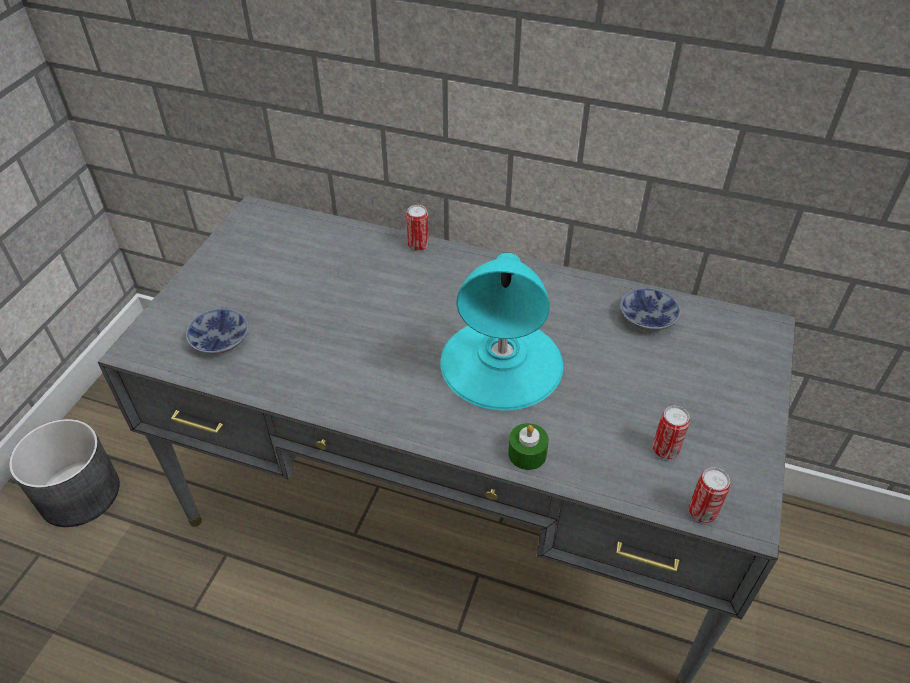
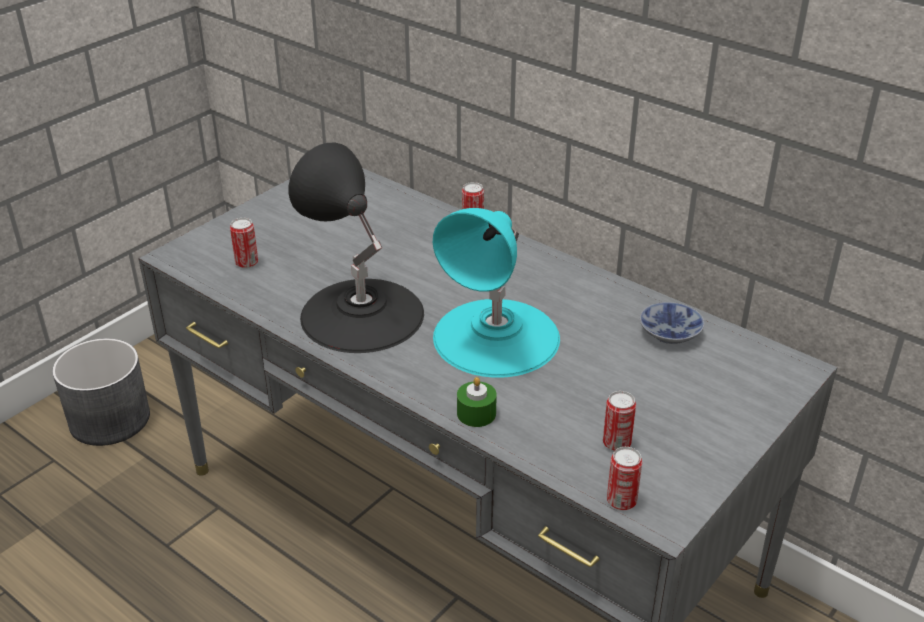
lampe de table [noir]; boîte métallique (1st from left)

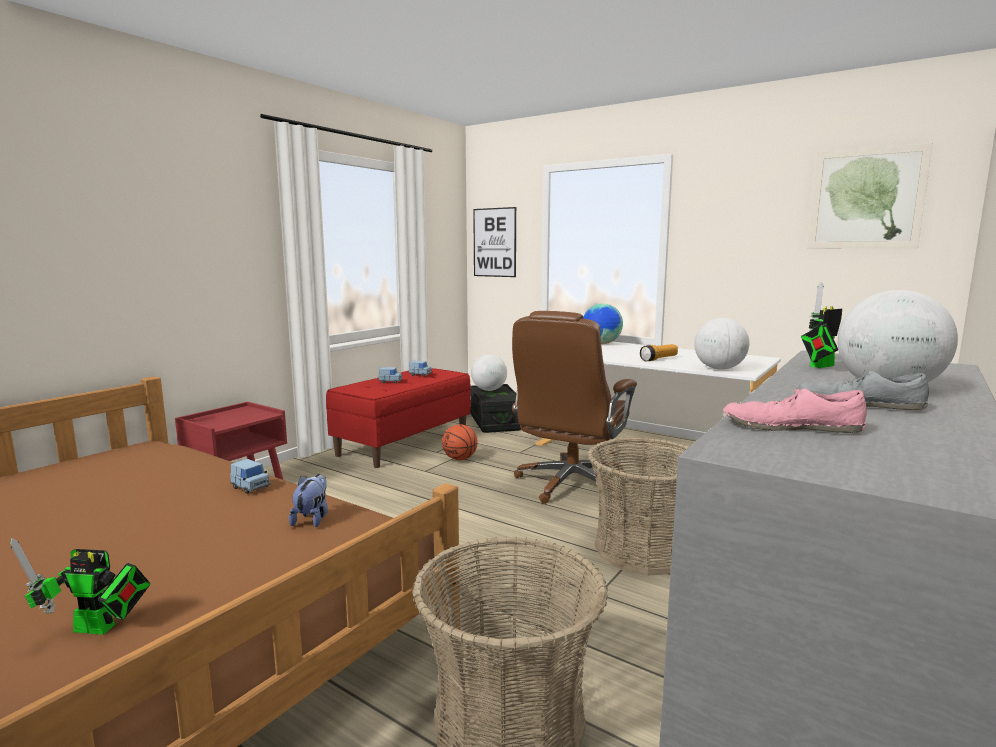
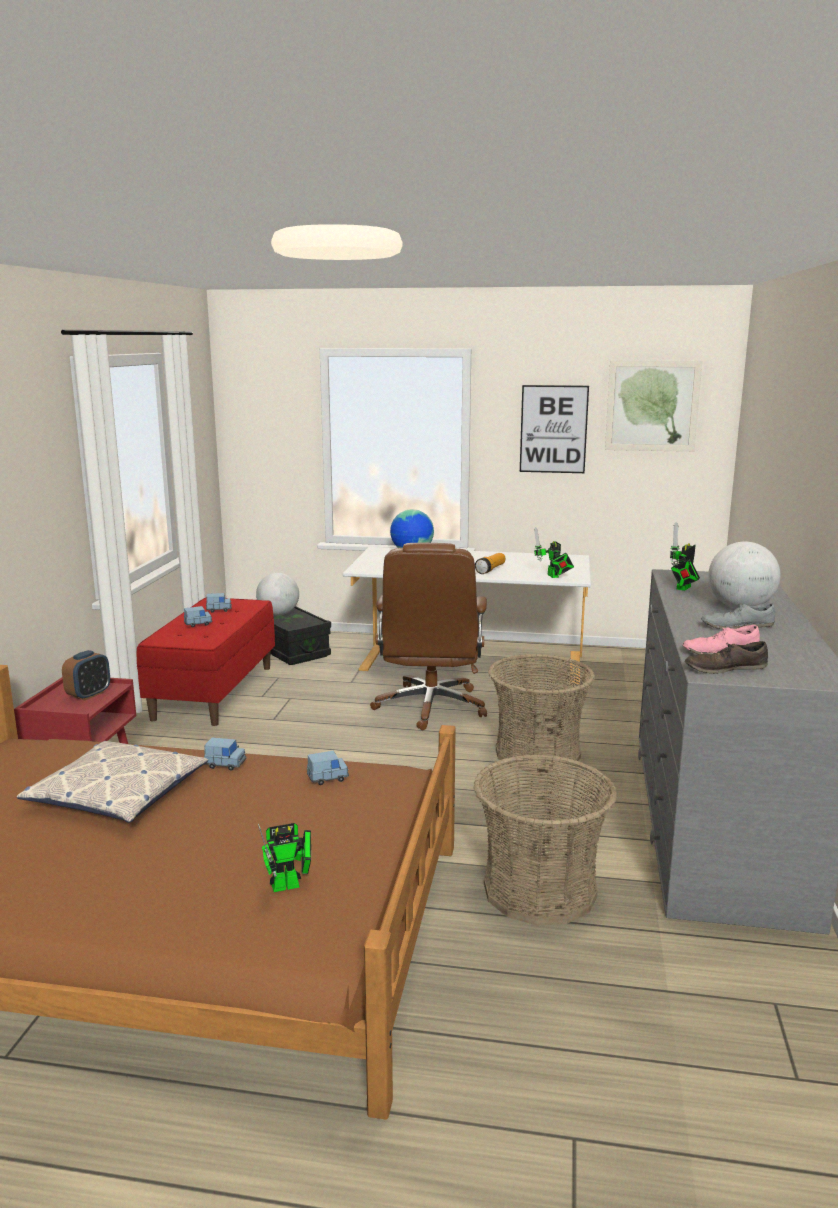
ballon de basket; coussin; réveil; chaussure [marron]; tableau (1st from left); petite voiture [bleu] (4th from left); robot jouet (2nd from left)

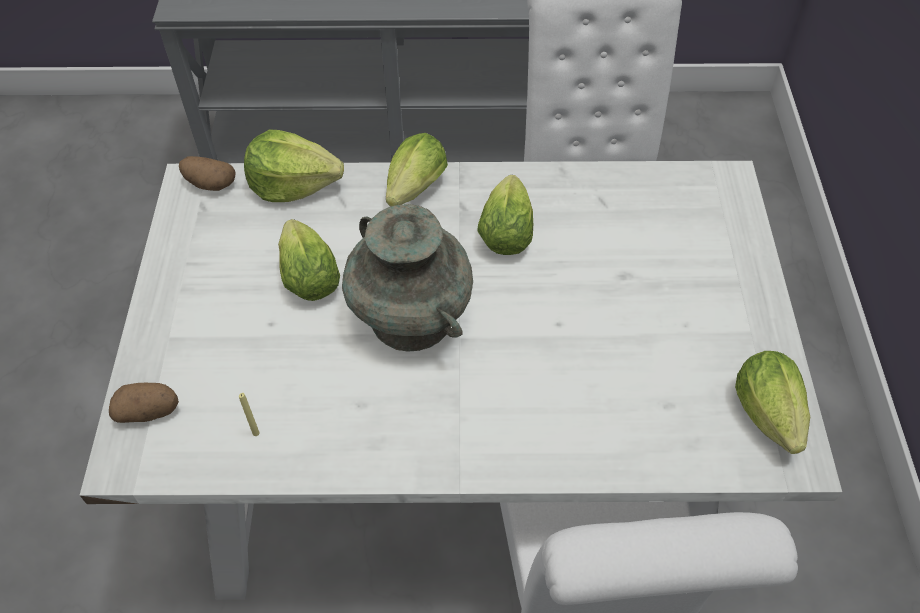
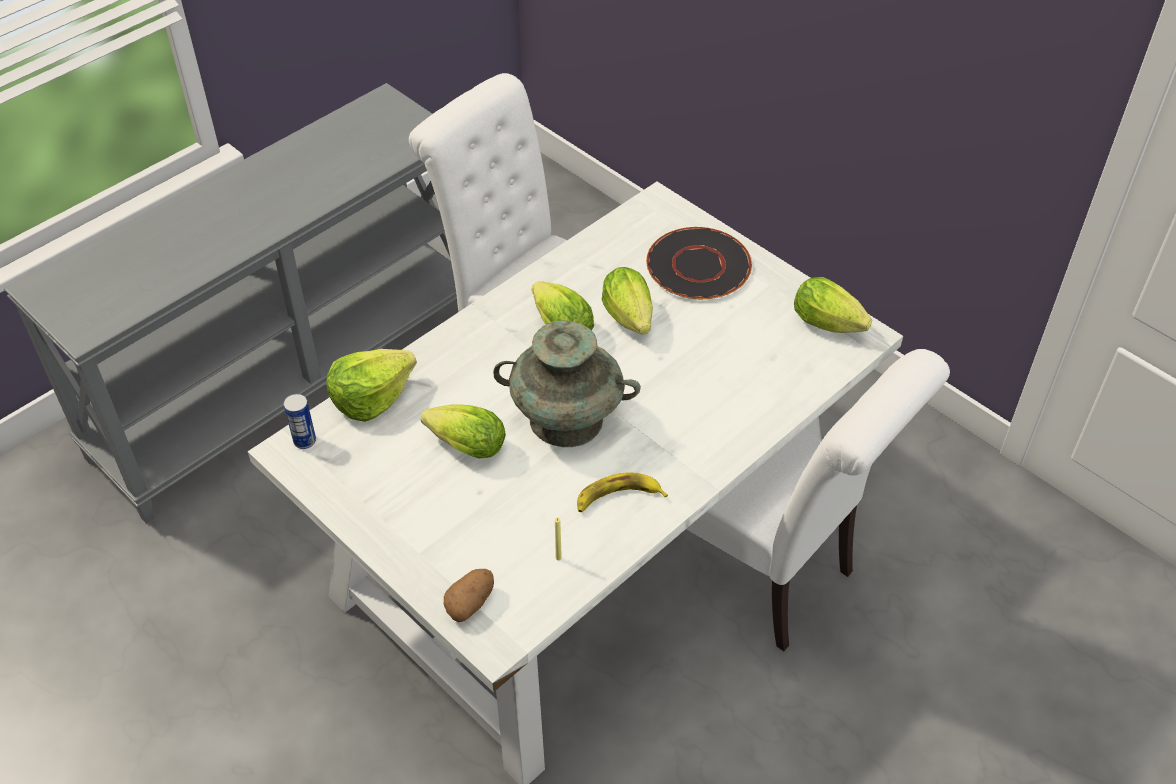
banane; assiette [noir]; laitue (4th from left); boîte métallique

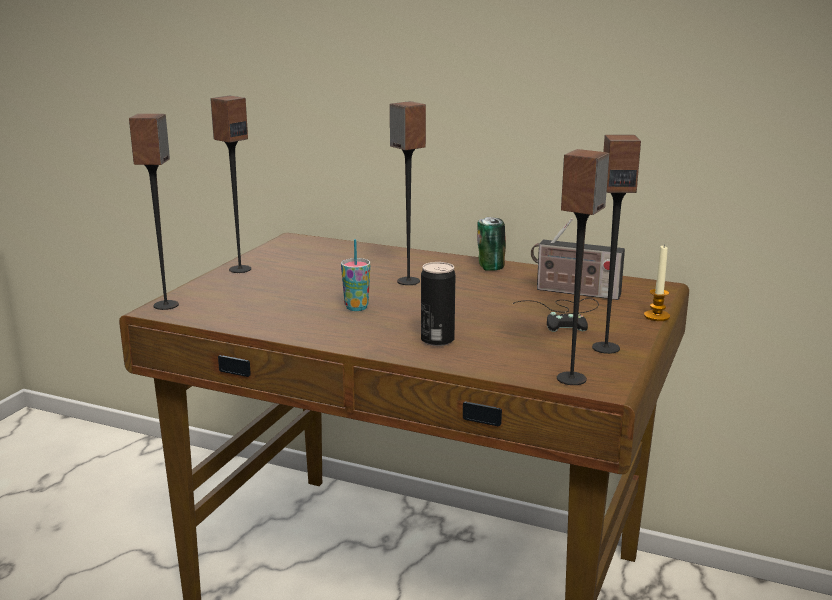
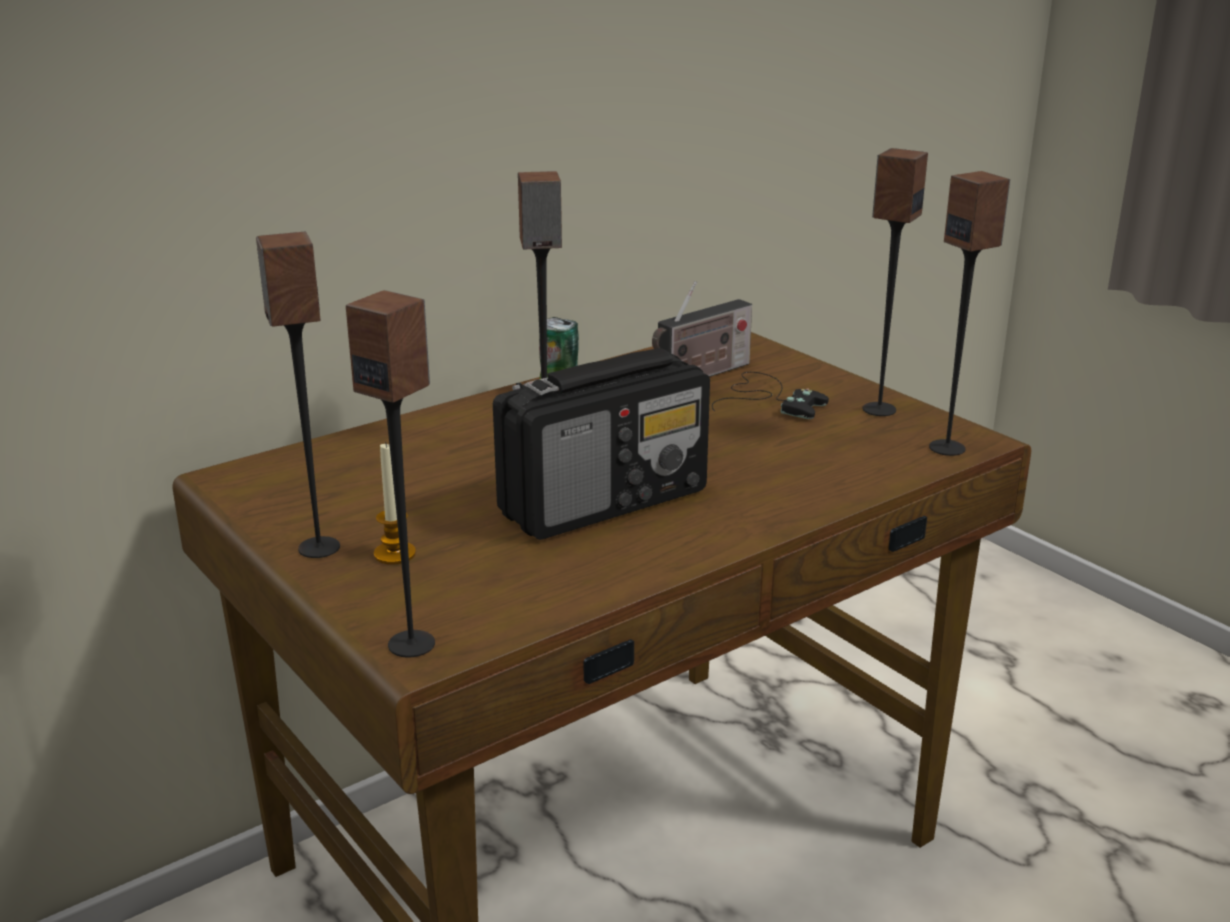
boîte métallique (1st from left in the first image); bougie; radio (1st from left)

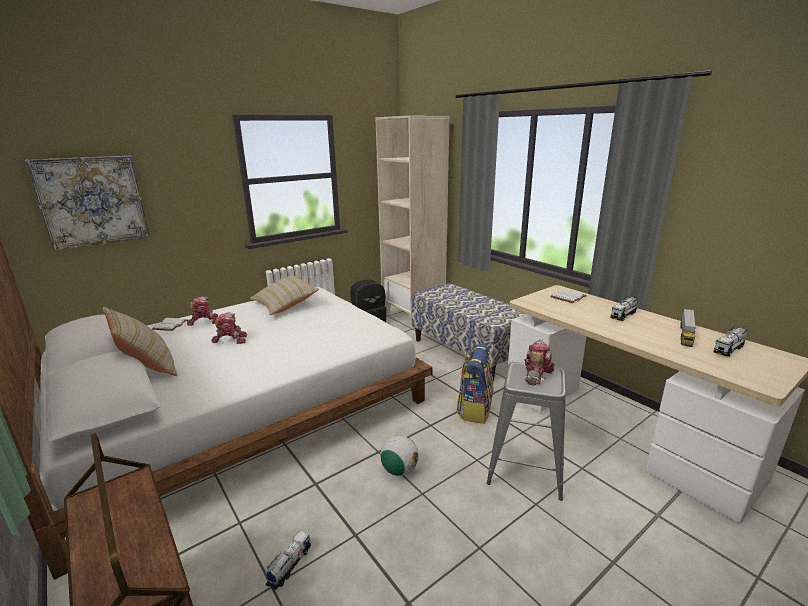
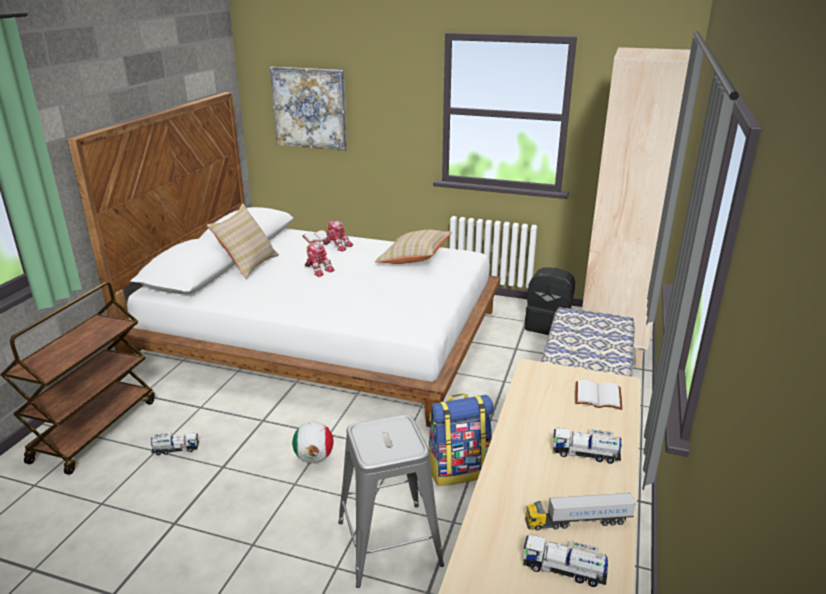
robot jouet (3rd from left in the first image)

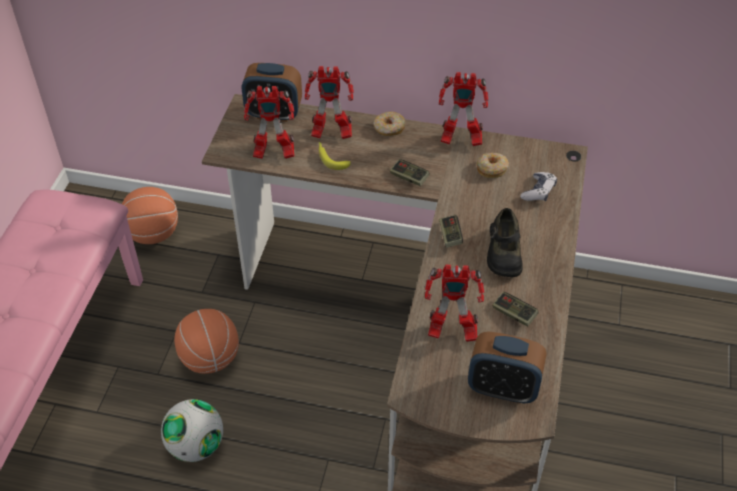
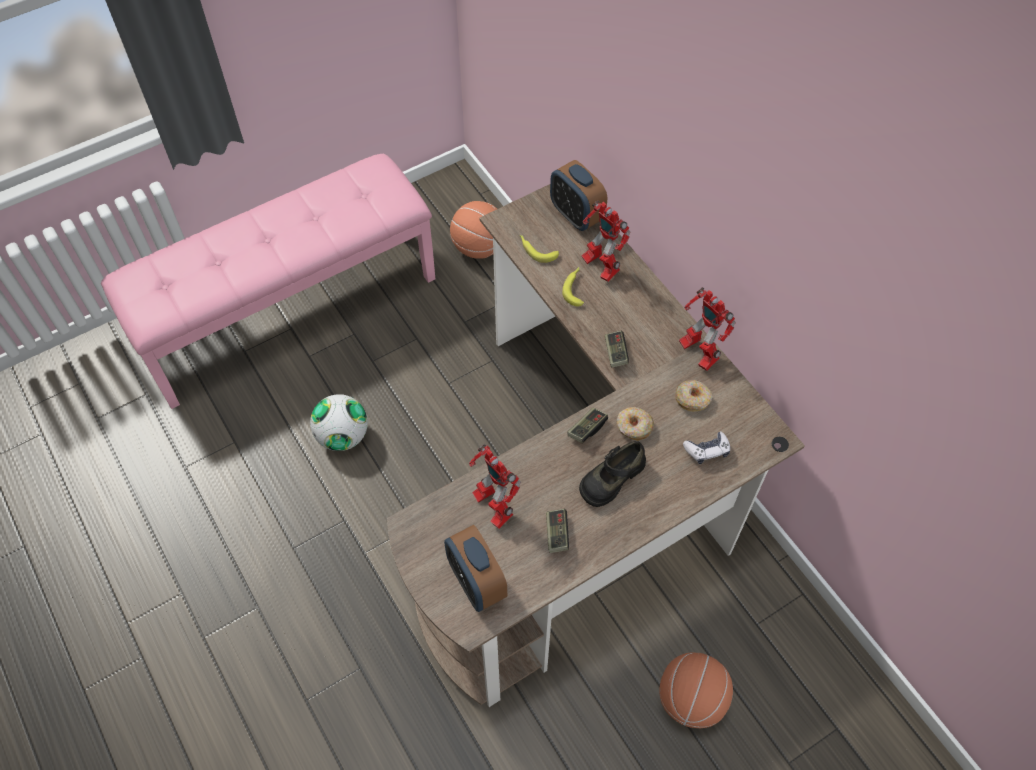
ballon de basket (2nd from left); beignet (1st from left); banane (1st from left)

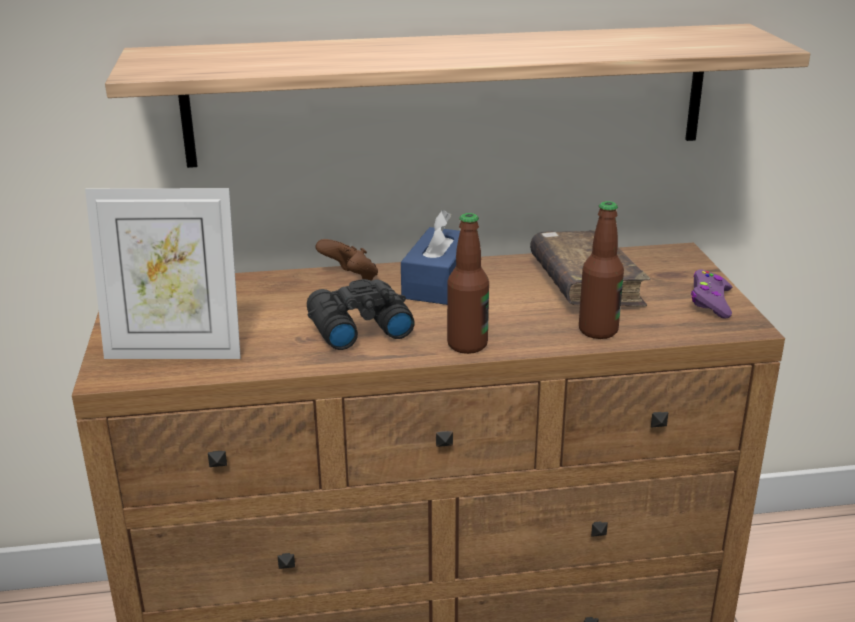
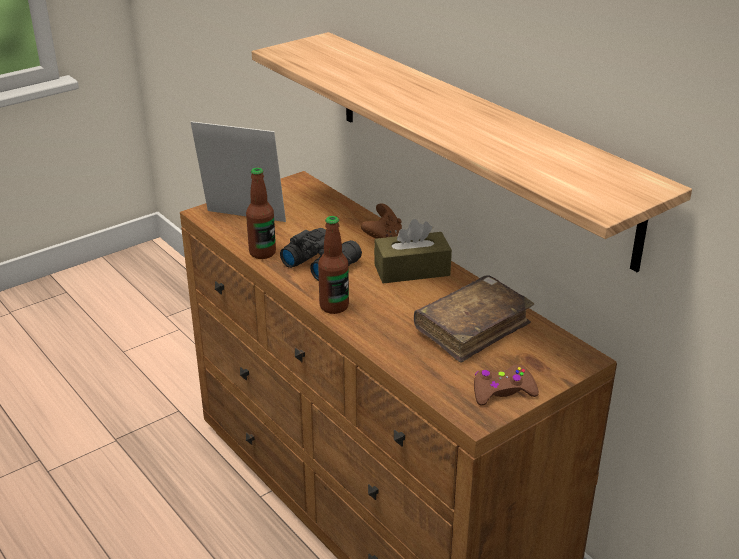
bouteille (1st from left); boîte à mouchoirs [marron]; manette [marron] (2nd from left); cadre photo

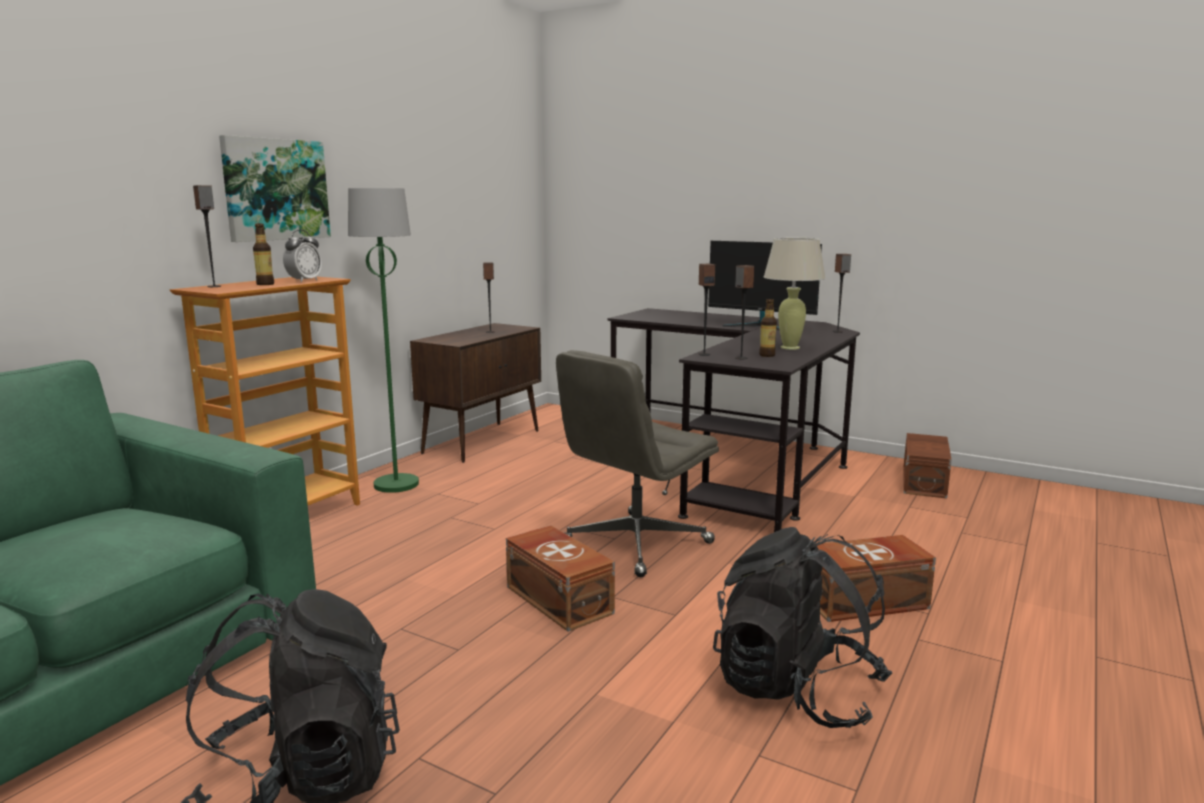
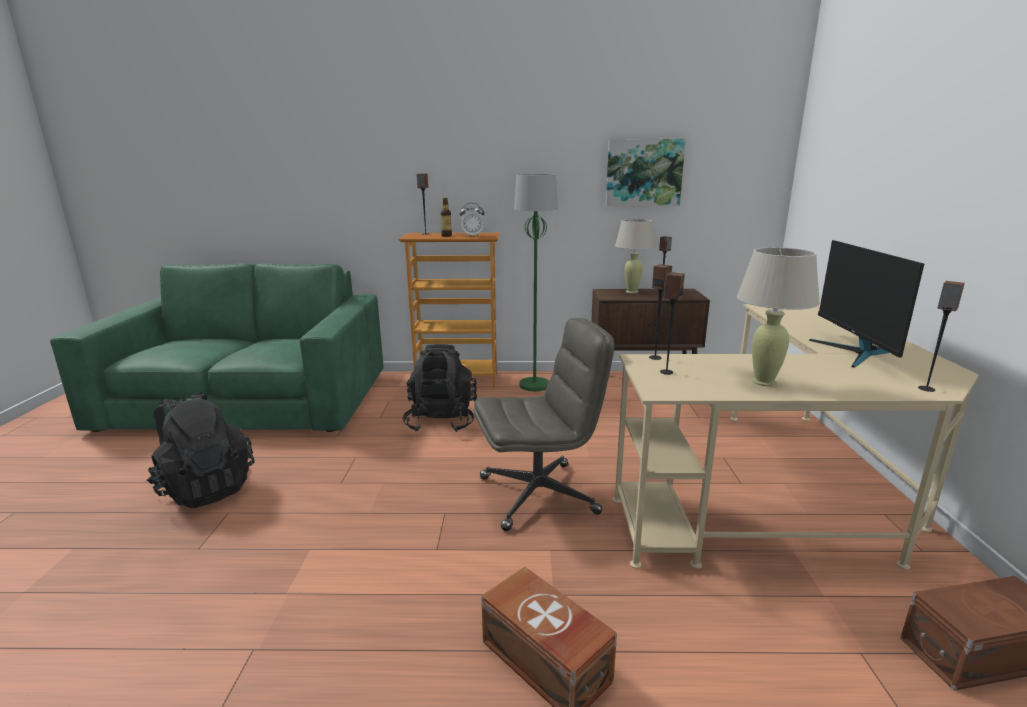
boîte de rangement [marron] (1st from left in the first image); bouteille (2nd from left in the first image); lampe de table [beige] (1st from left); tableau; sac à dos [noir] (2nd from left); bureau [beige]; chaise de bureau [gris]

